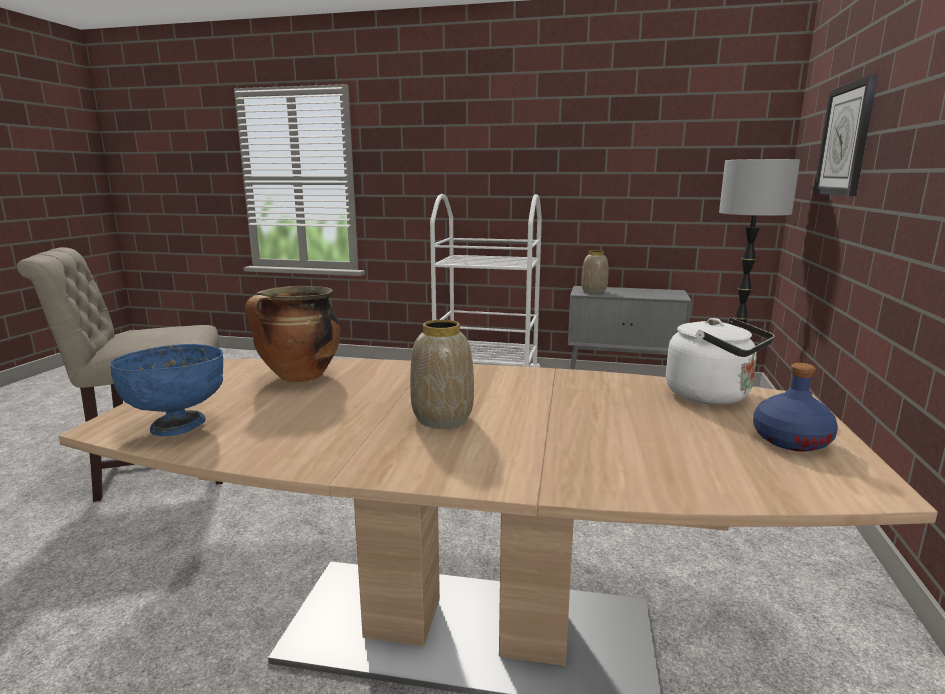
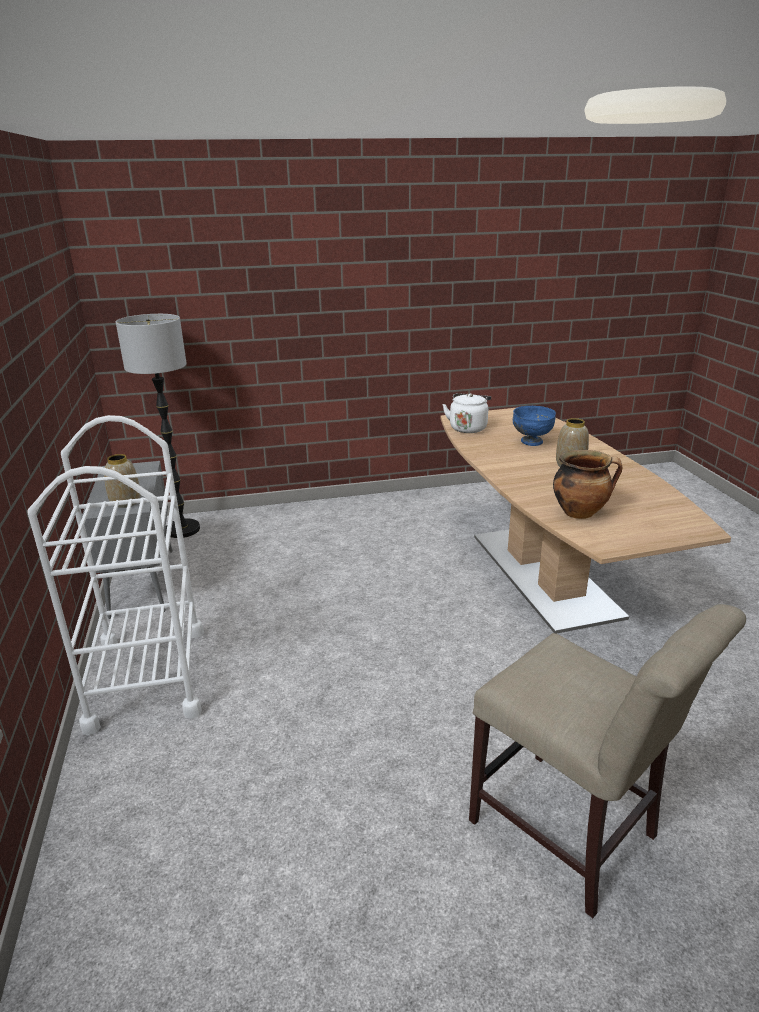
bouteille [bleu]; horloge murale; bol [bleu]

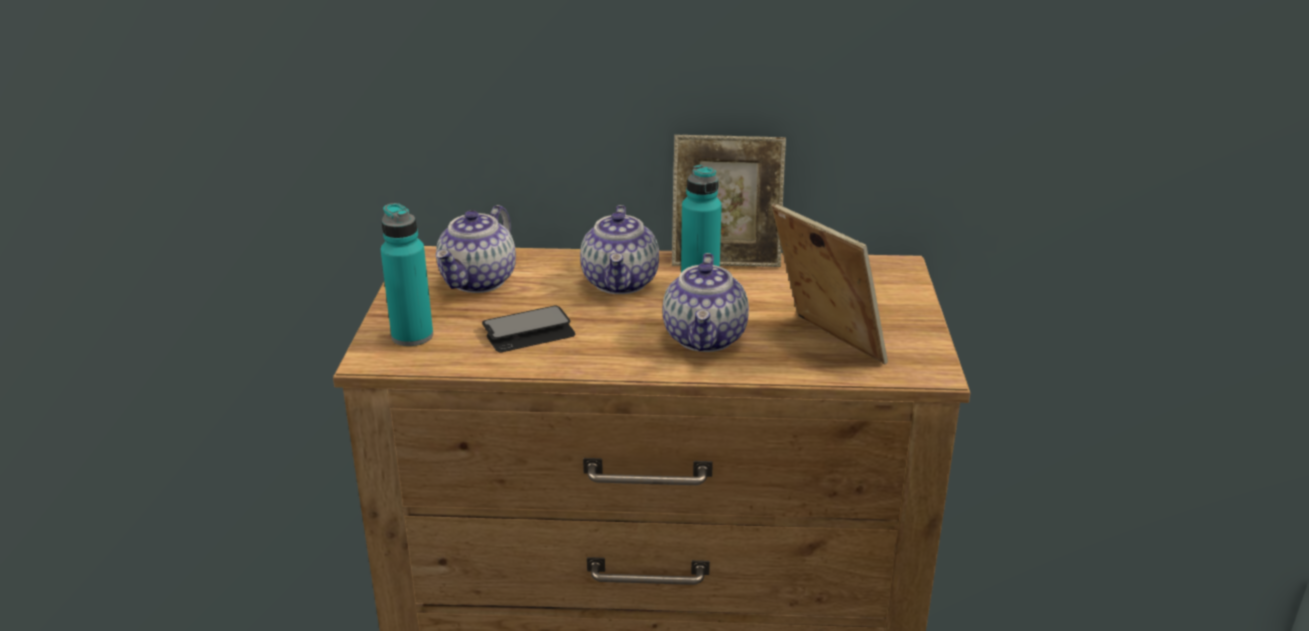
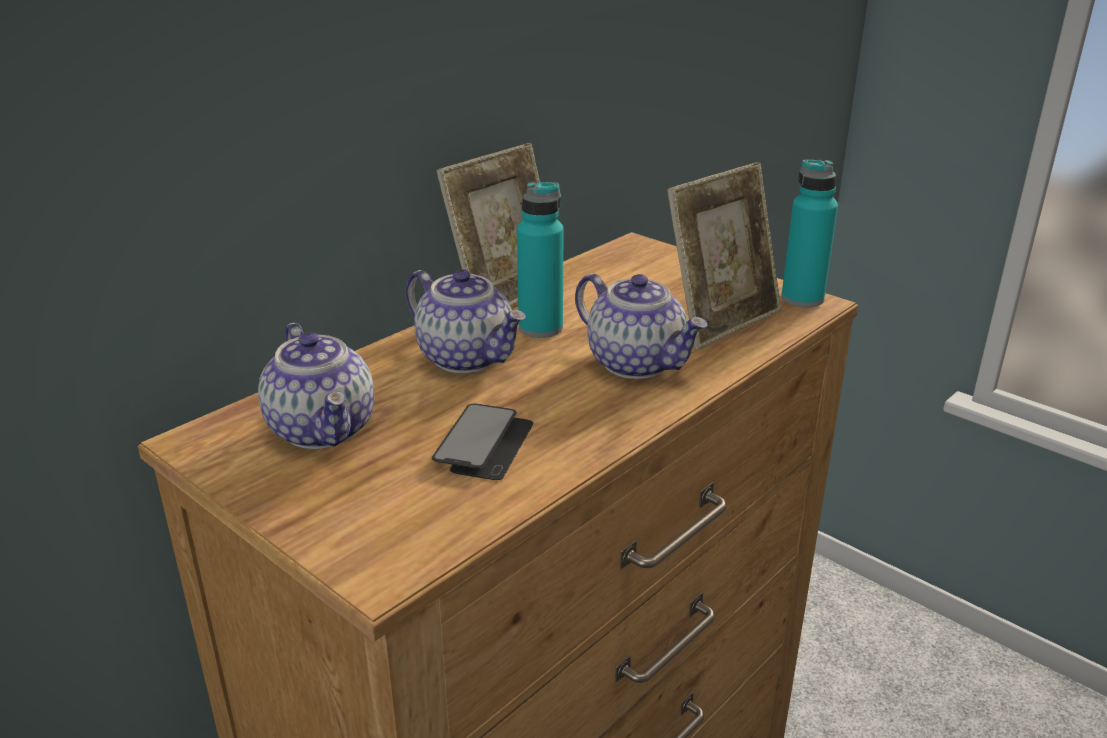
bouteille [turquoise] (2nd from left); cadre photo (2nd from left)

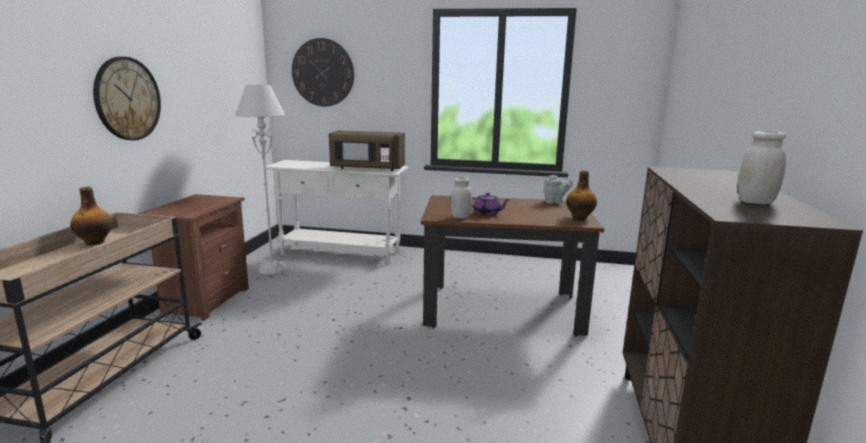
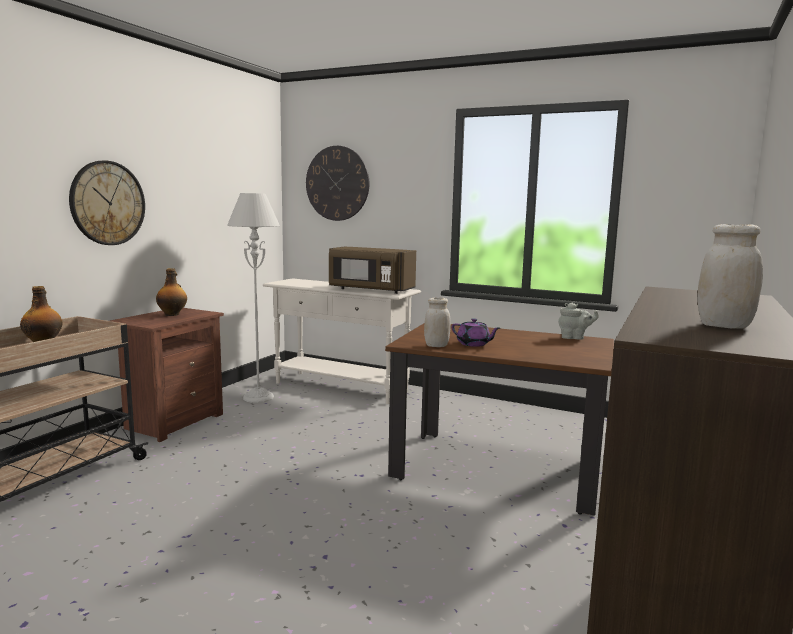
bouteille (2nd from left)

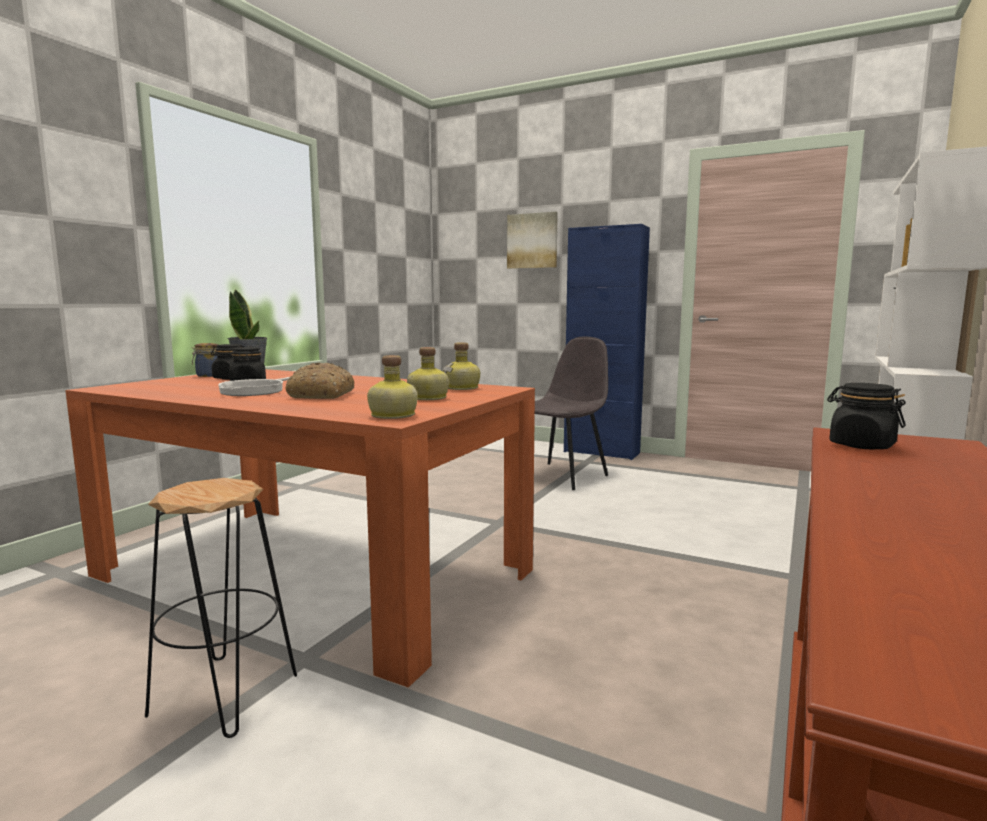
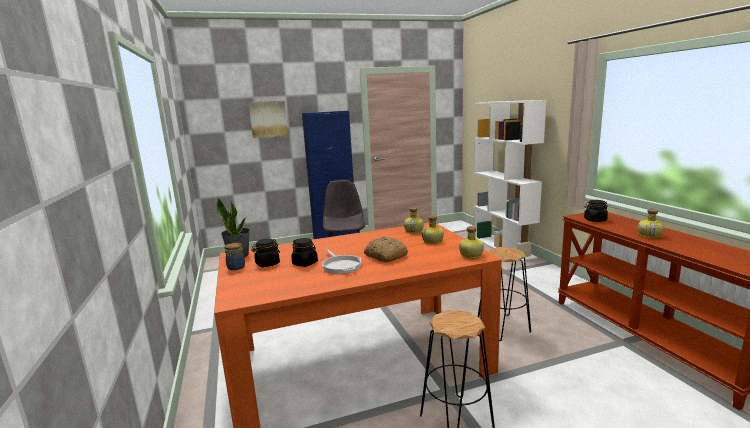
tabouret [noir] (2nd from left); bouteille (4th from left)

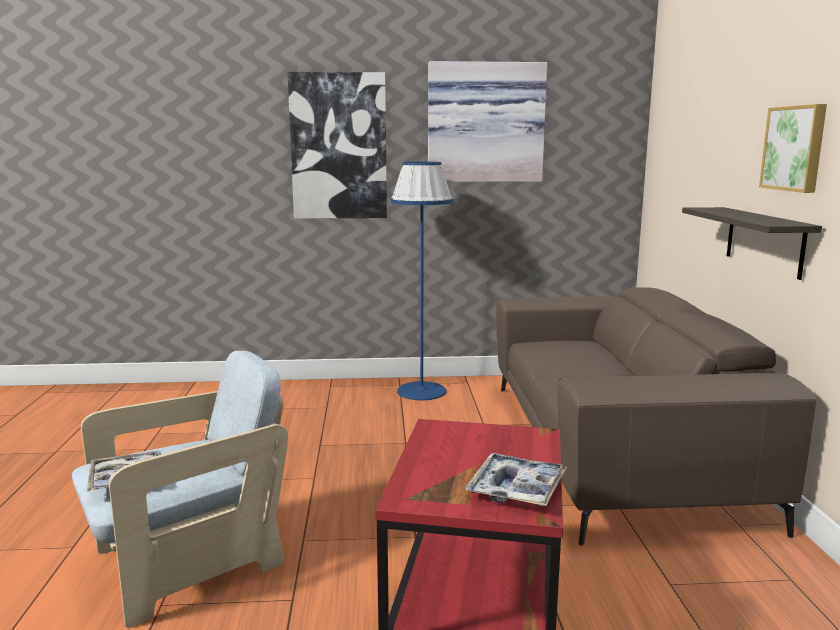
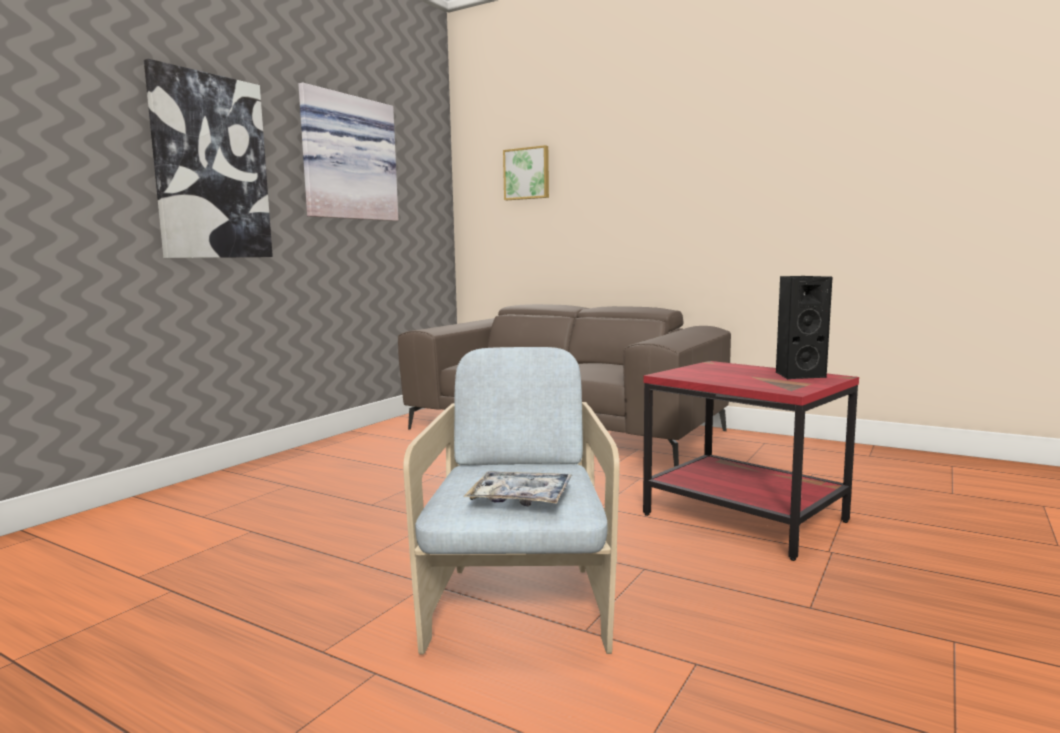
lampadaire [bleu]; étagère; tableau (3rd from left); enceinte [noir]

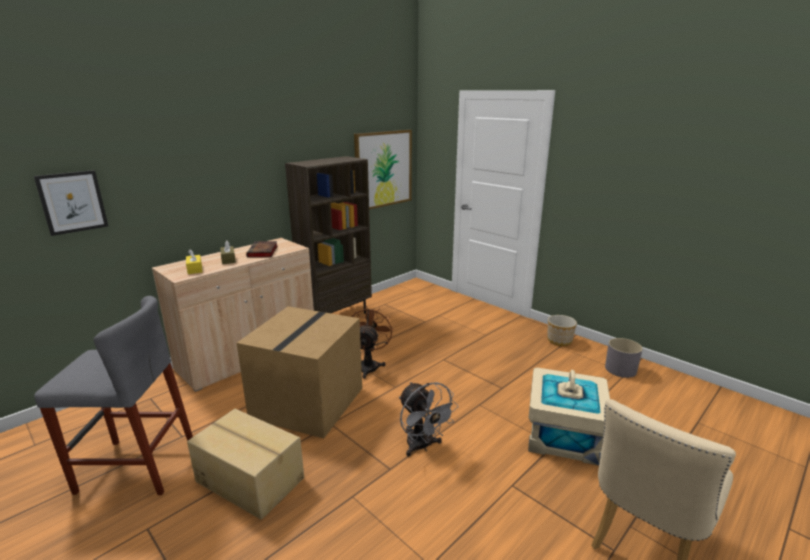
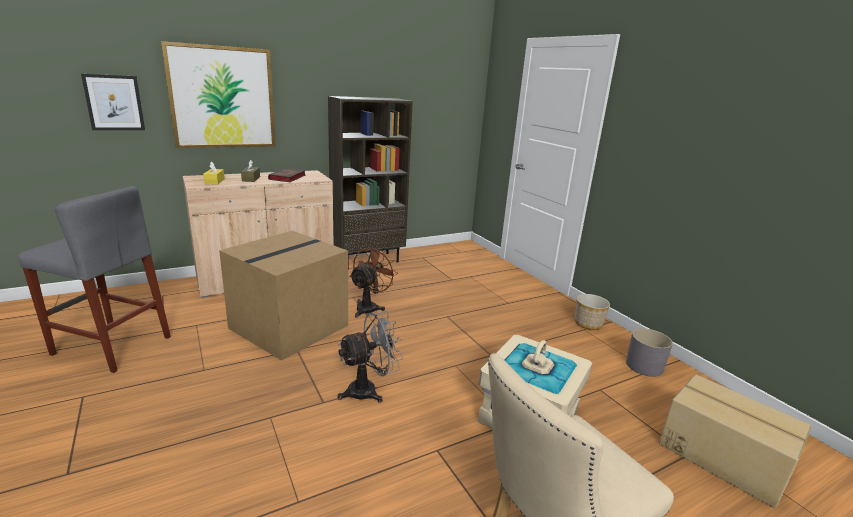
carton (2nd from left); tableau (2nd from left); ventilateur [gris]

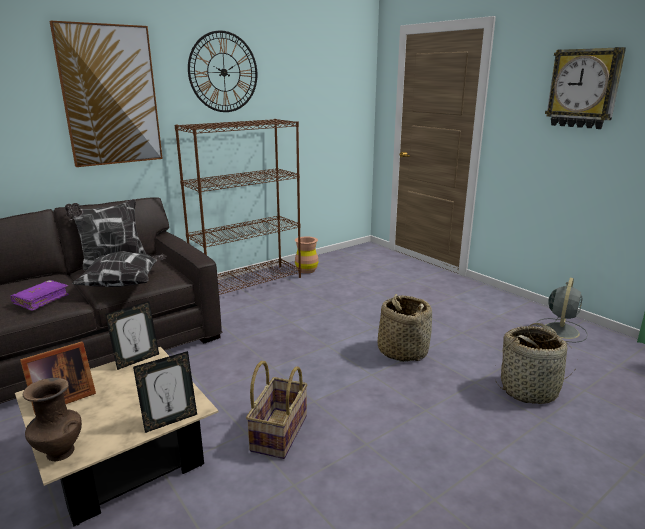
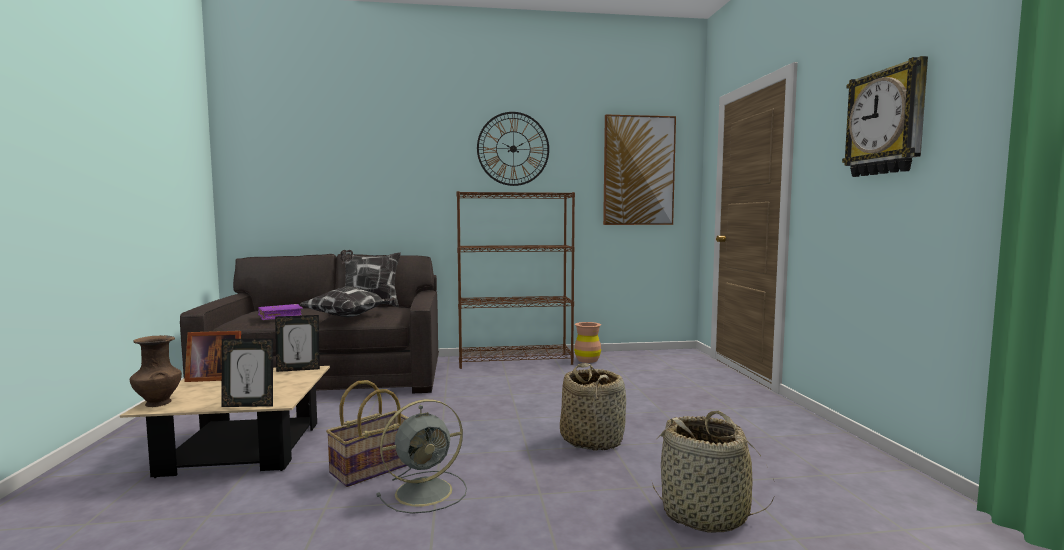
tableau; ventilateur [gris]

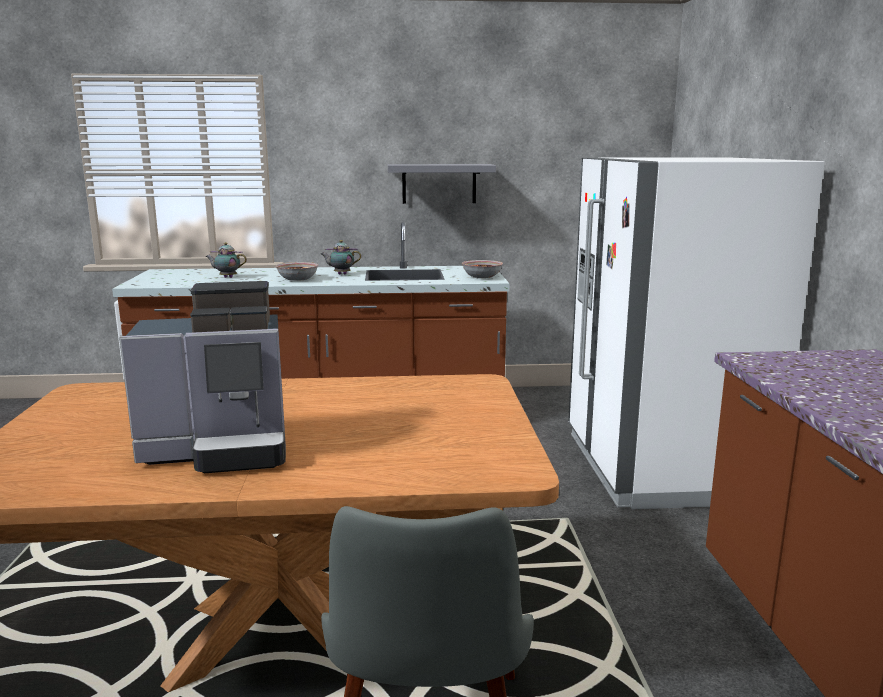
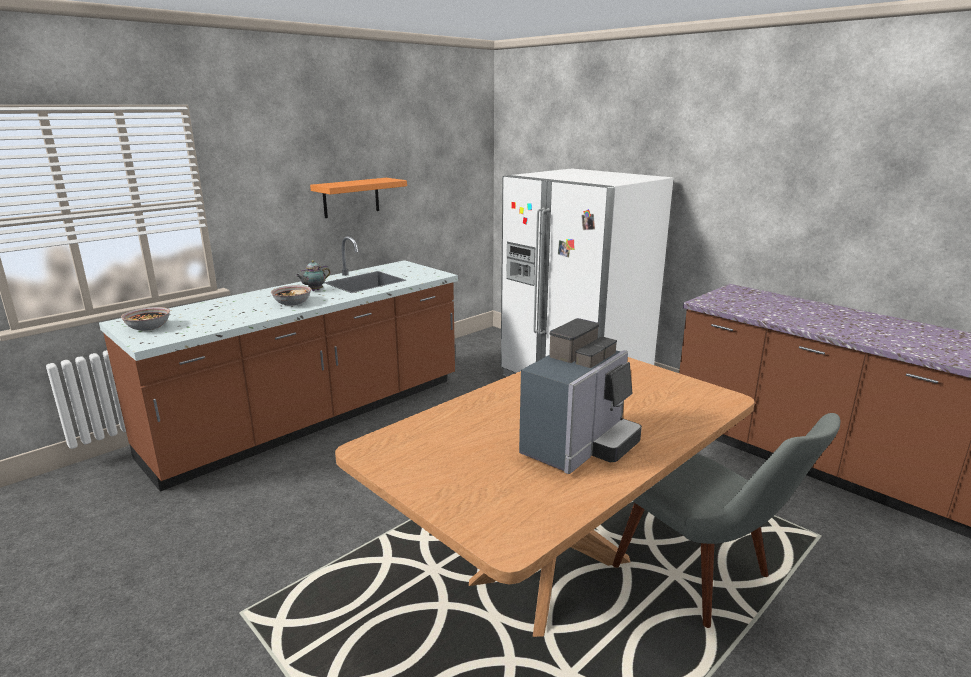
théière (1st from left in the first image); bol (1st from left); étagère [orange]

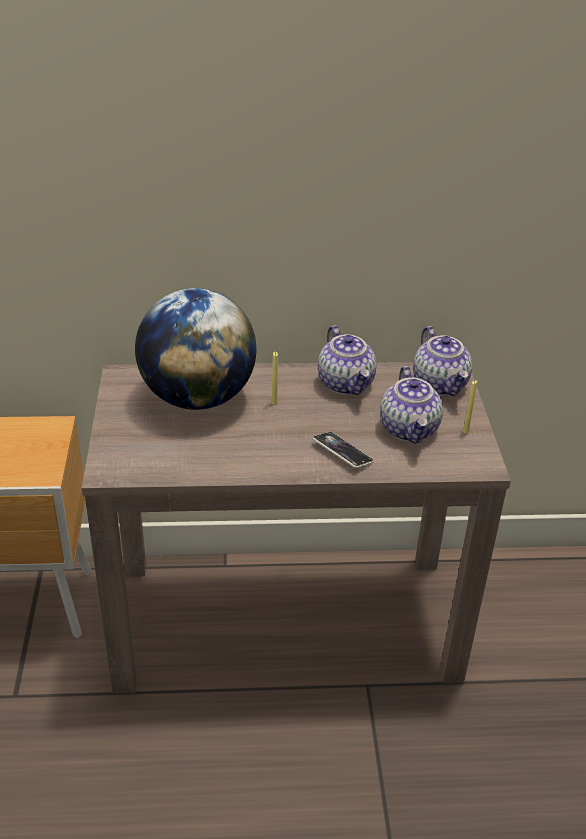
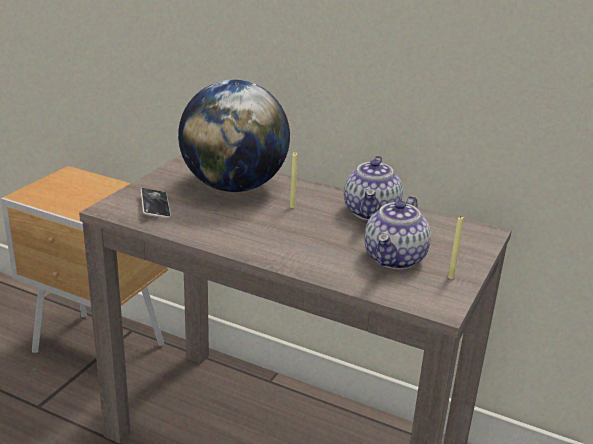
théière (3rd from left in the first image); téléphone

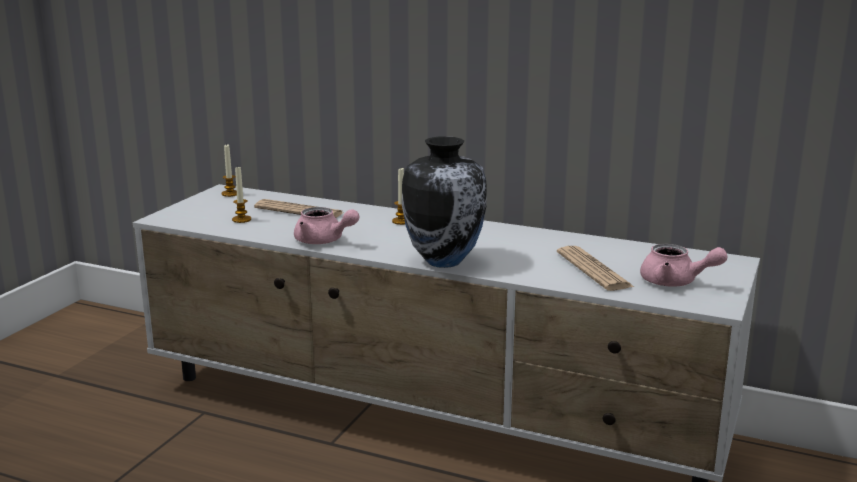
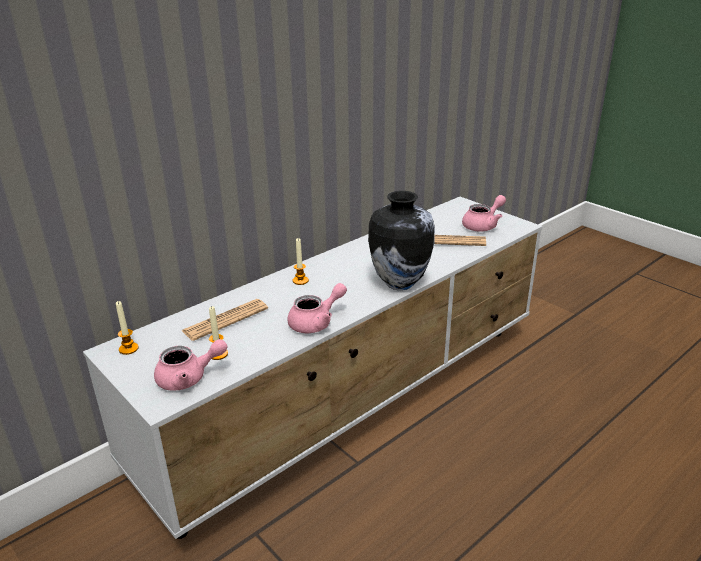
théière [rose] (1st from left)

